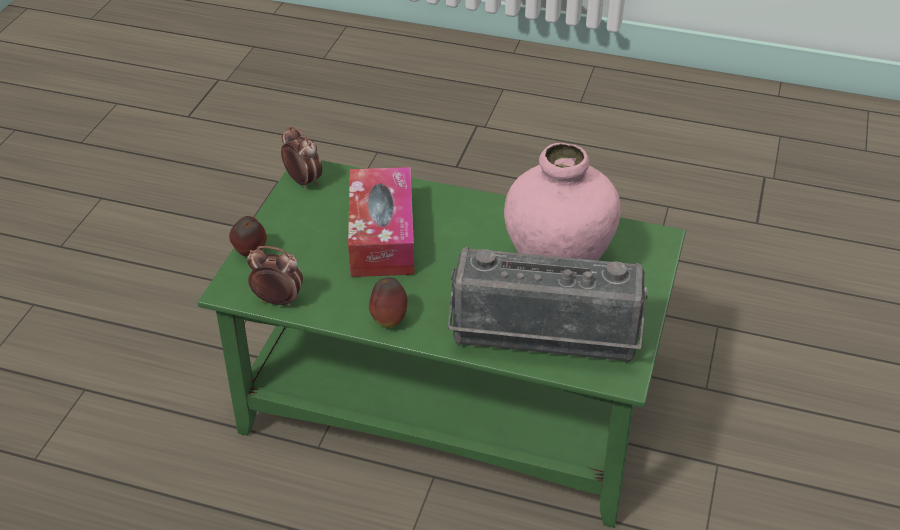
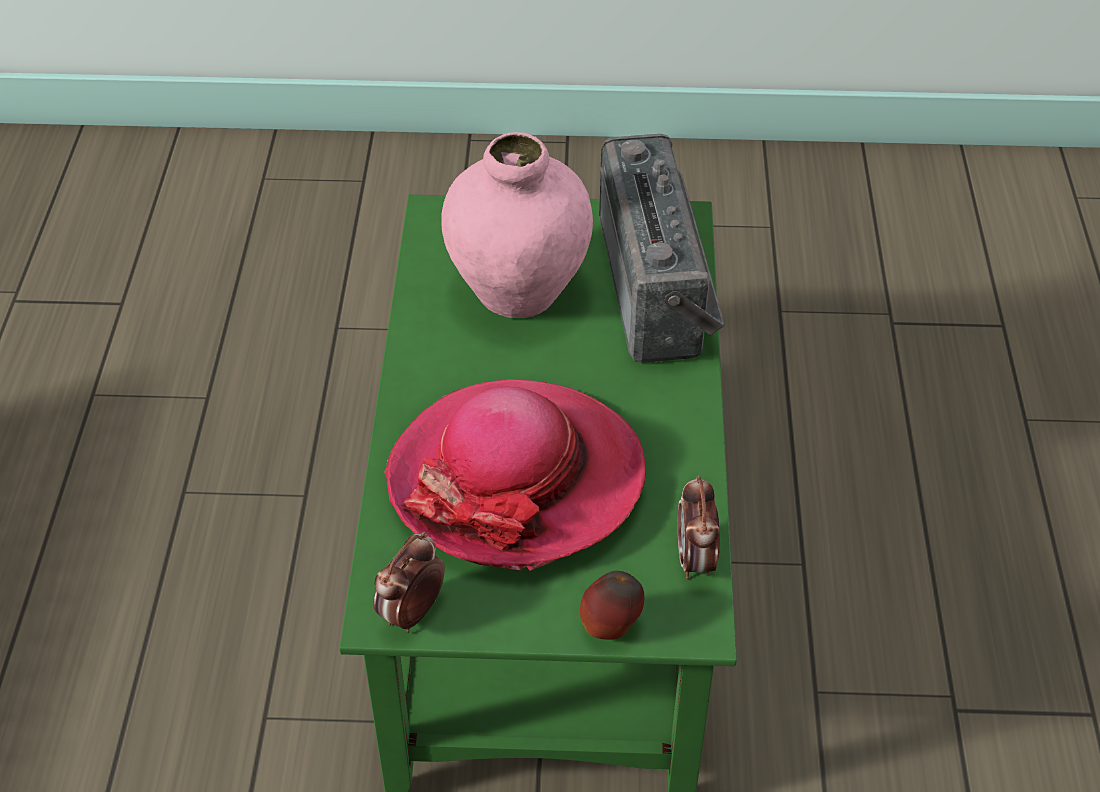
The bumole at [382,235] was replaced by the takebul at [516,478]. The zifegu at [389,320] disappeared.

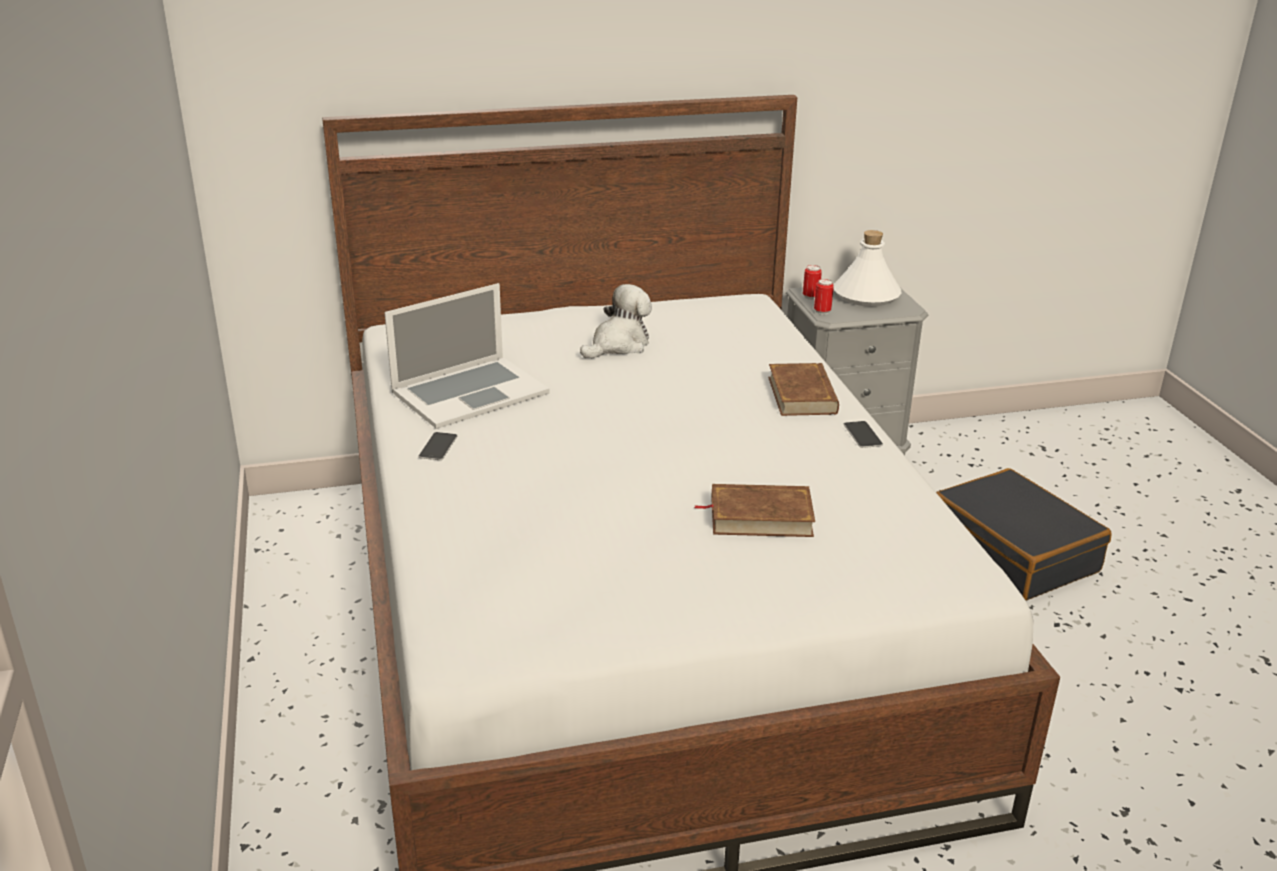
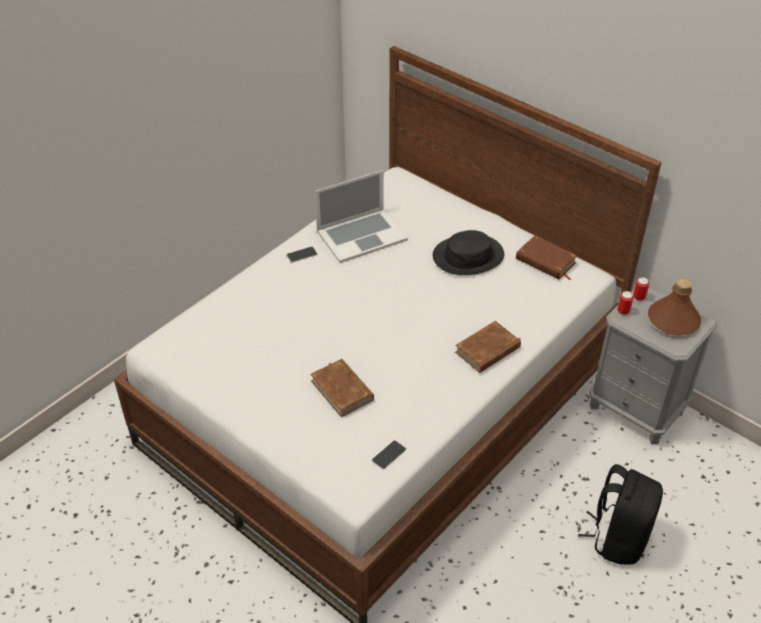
The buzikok at [469,392] turned 45 degrees counterclockwise. The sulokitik moved from [862,434] to [389,454]. The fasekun at [618,345] was replaced by the black_takebul at [468,256]. The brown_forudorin at [545,261] appeared. The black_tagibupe at [1013,552] was replaced by the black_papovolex at [618,538]. The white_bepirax at [865,296] became the brown_bepirax at [672,320].

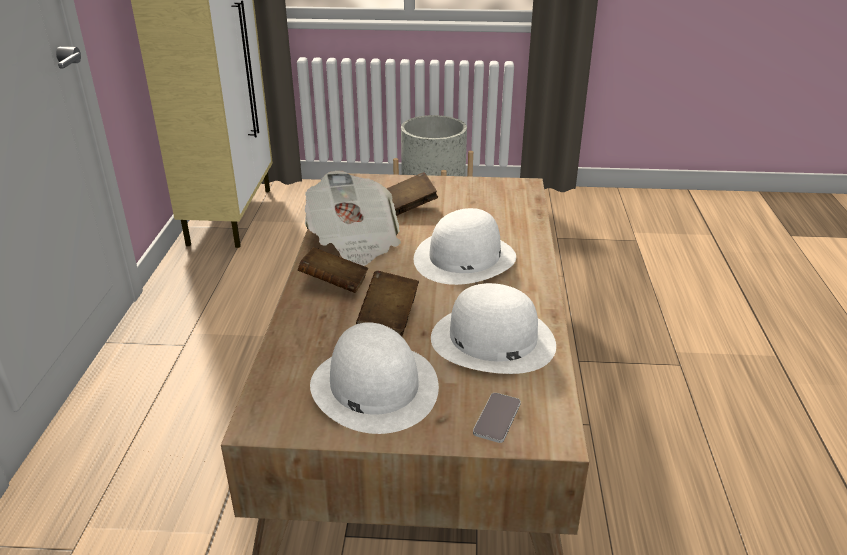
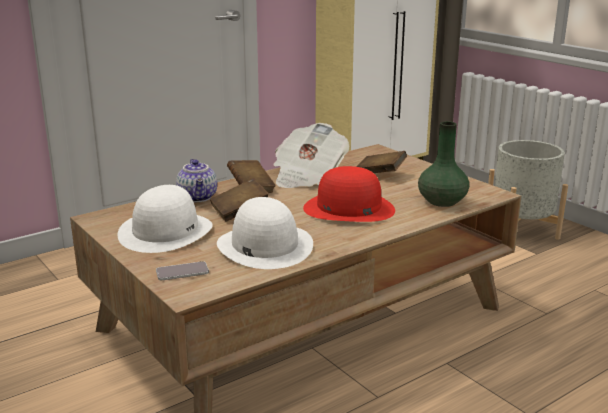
The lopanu at [198,197] appeared. The white_takebul at [464,258] became the red_takebul at [348,208]. The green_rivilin at [441,201] appeared.

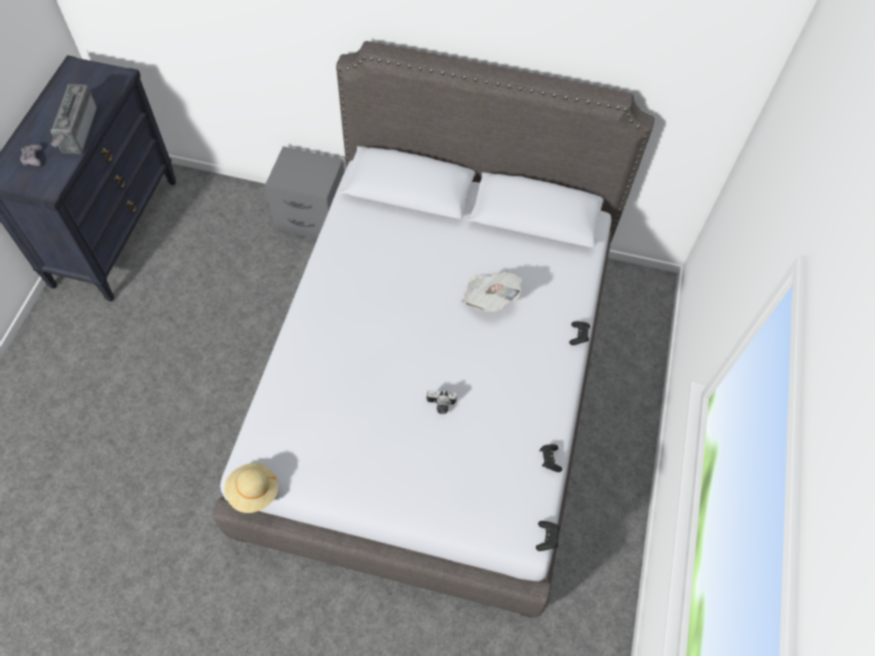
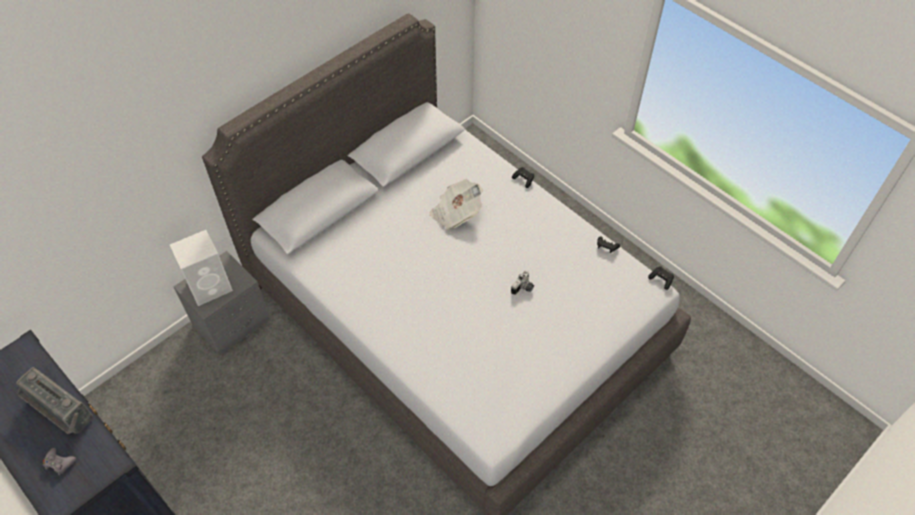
The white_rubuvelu at [211,286] appeared. The beige_takebul at [253,492] disappeared.

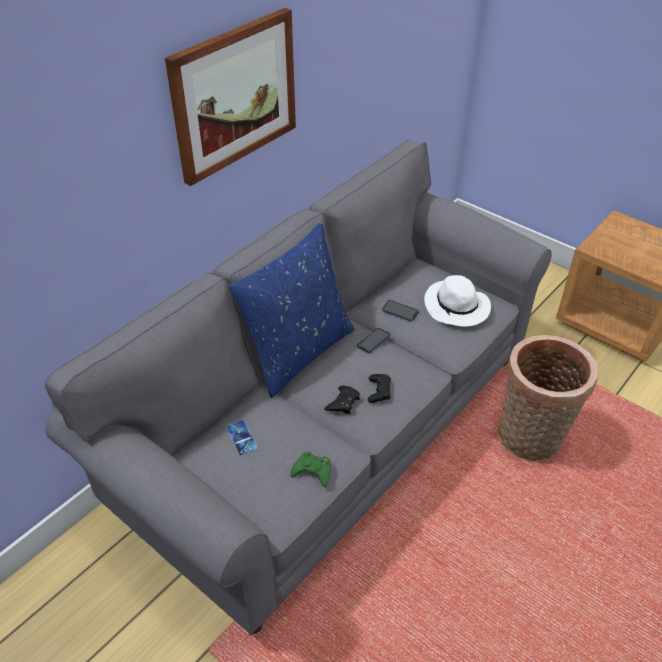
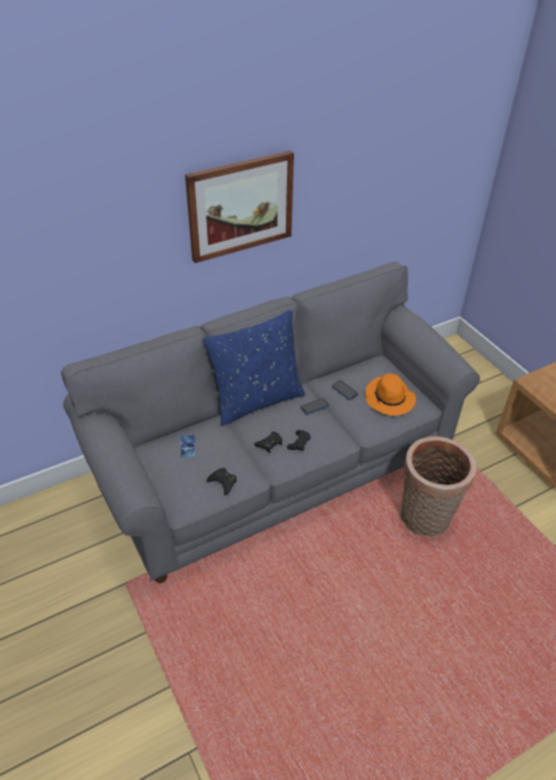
The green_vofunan at [313,471] became the black_vofunan at [223,482]. The white_takebul at [457,307] became the orange_takebul at [390,399].

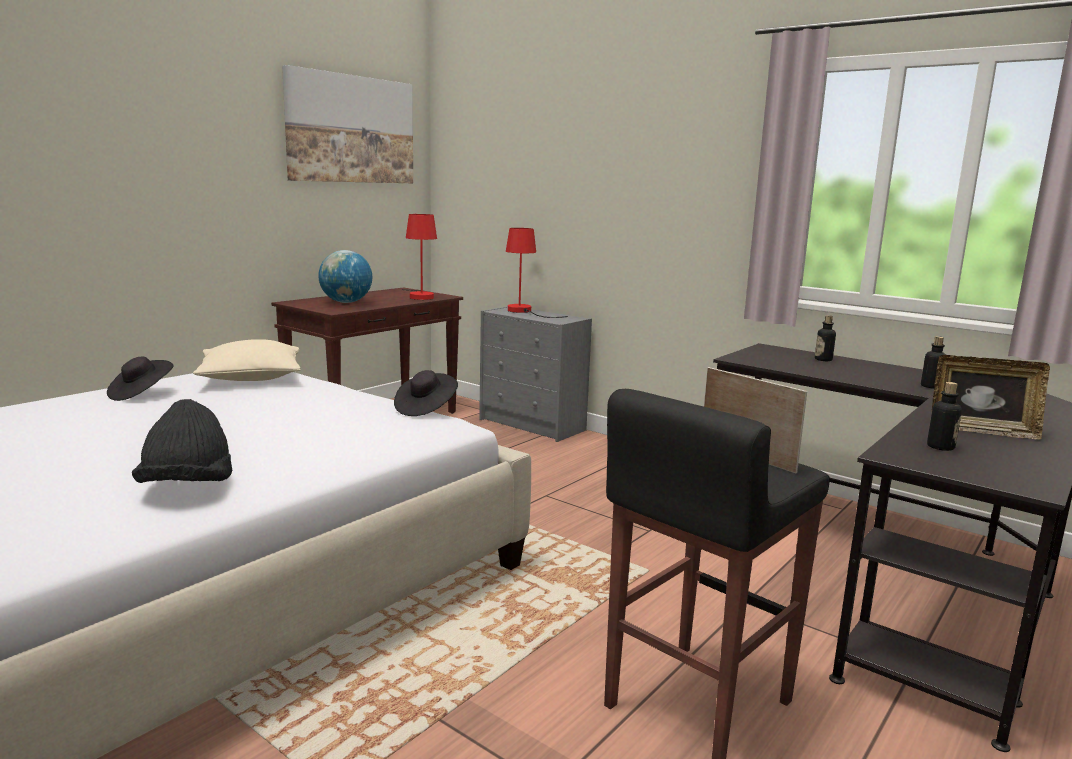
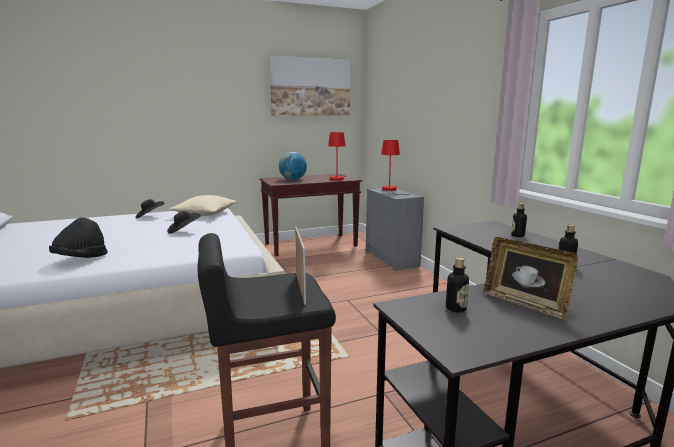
The black_takebul moved from [425,408] to [183,231].

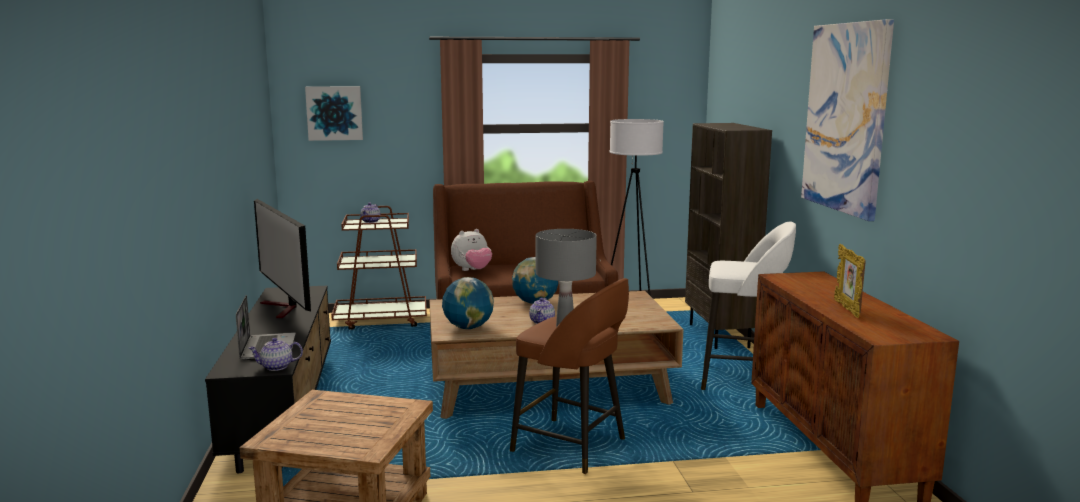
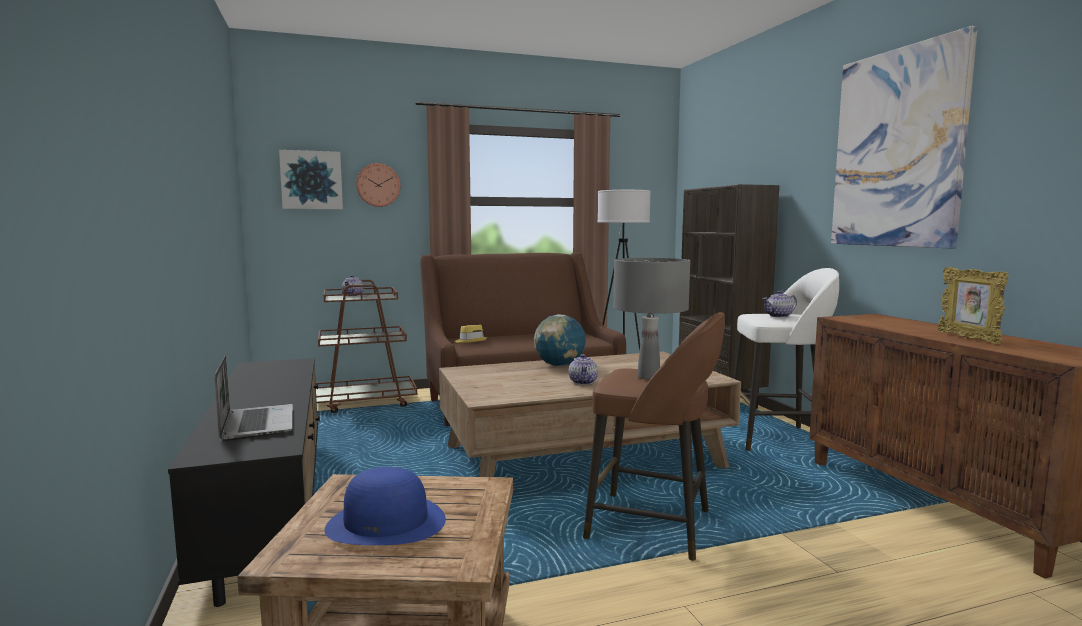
The blue_takebul at [386,522] appeared. The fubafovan at [378,185] appeared. The fasekun at [472,270] was replaced by the yellow_takebul at [470,341]. The lopanu moved from [276,367] to [778,316]. The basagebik at [284,309] disappeared. The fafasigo at [468,327] disappeared.

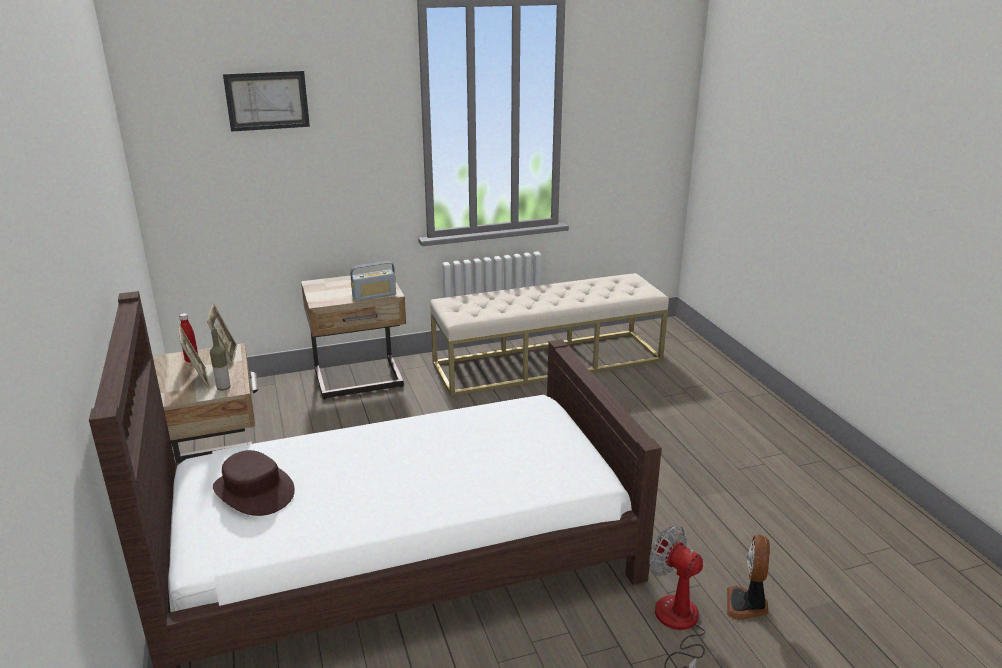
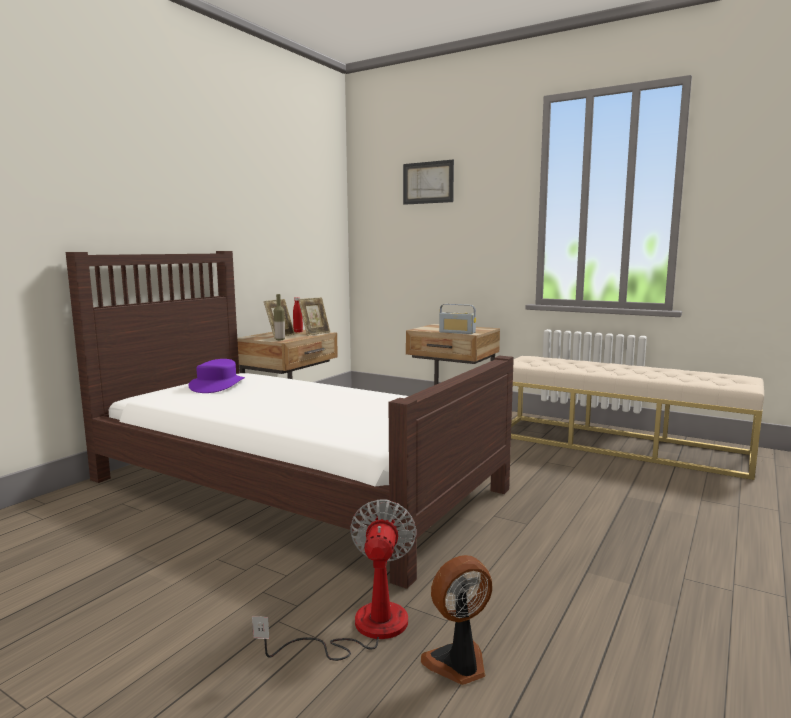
The brown_takebul at [253,491] became the purple_takebul at [217,385].

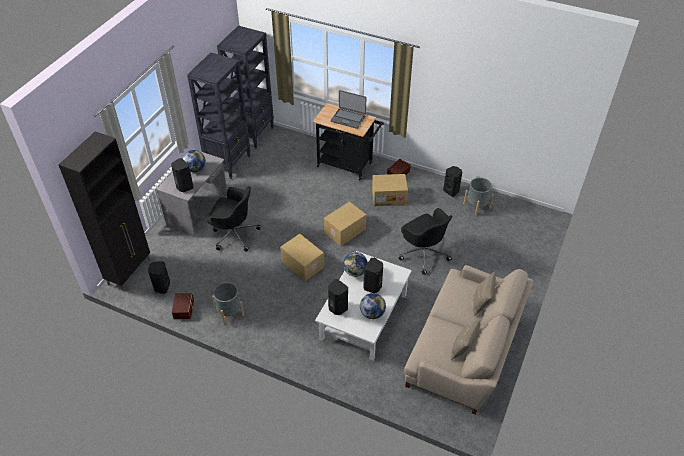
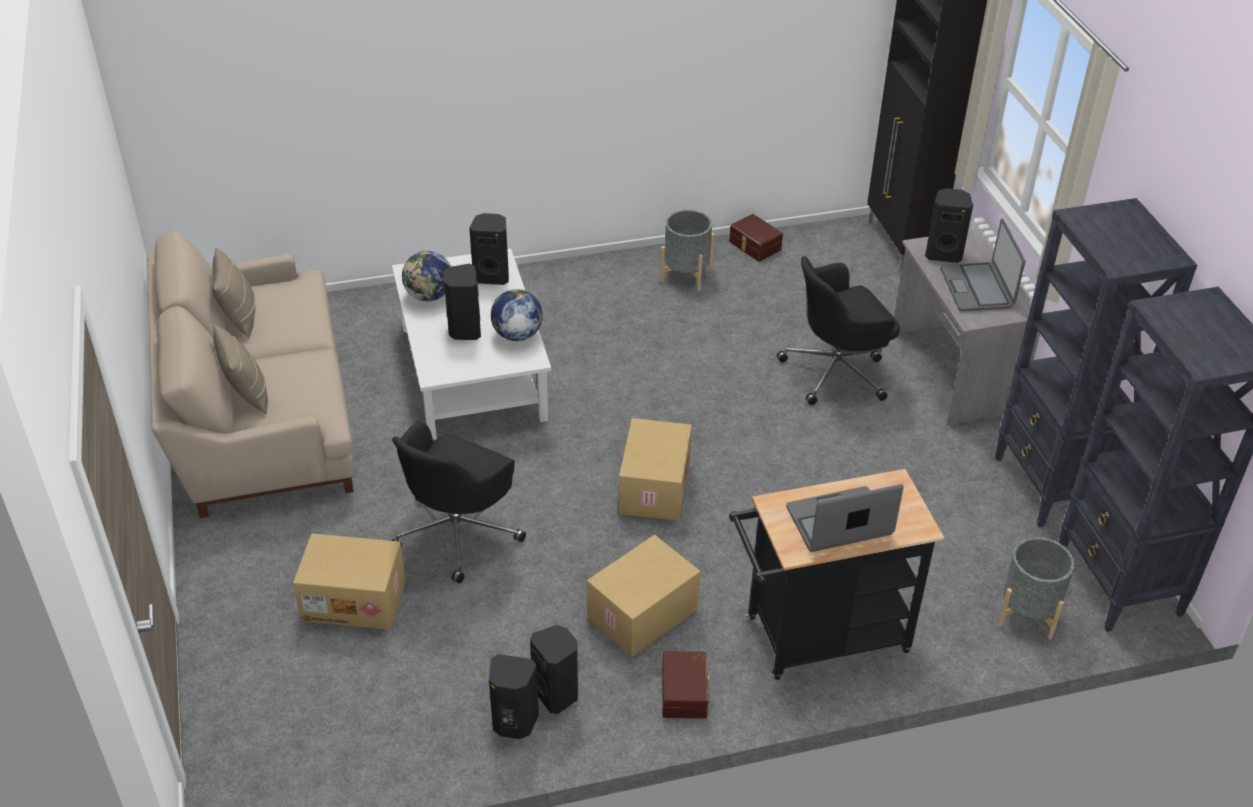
The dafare moved from [302,264] to [355,599]. The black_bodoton at [423,253] turned 75 degrees counterclockwise. The black_rubuvelu moved from [161,287] to [557,694]. The fafasigo at [195,169] was replaced by the buzikok at [977,288]. The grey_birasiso moved from [476,206] to [1027,613].

